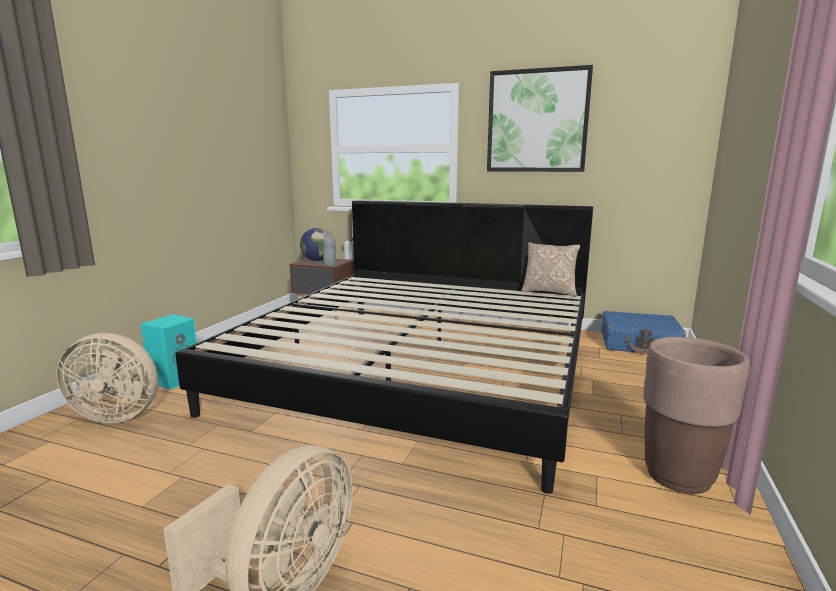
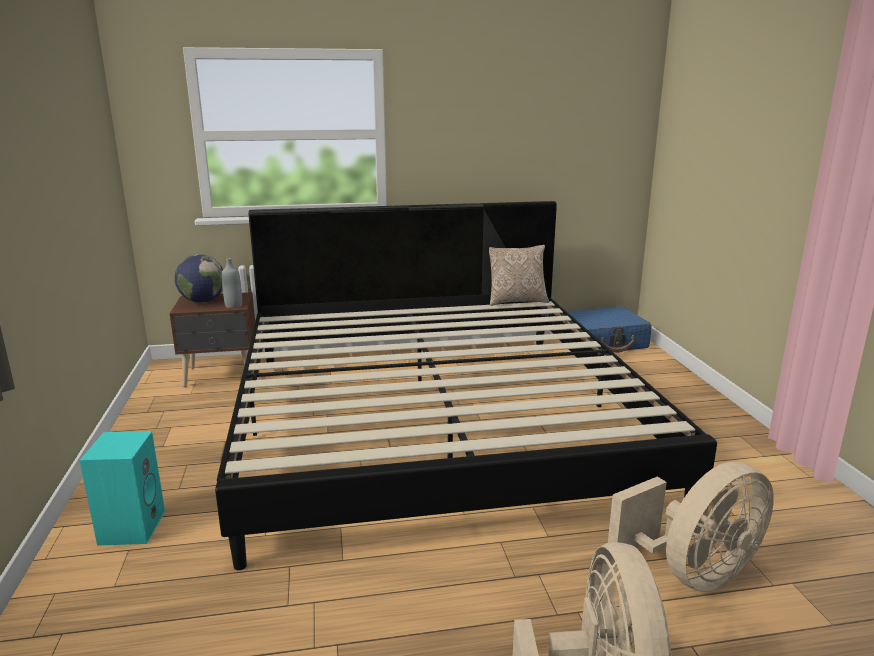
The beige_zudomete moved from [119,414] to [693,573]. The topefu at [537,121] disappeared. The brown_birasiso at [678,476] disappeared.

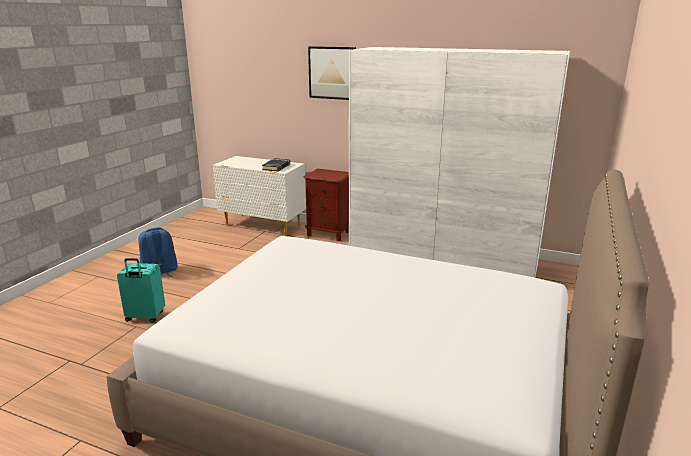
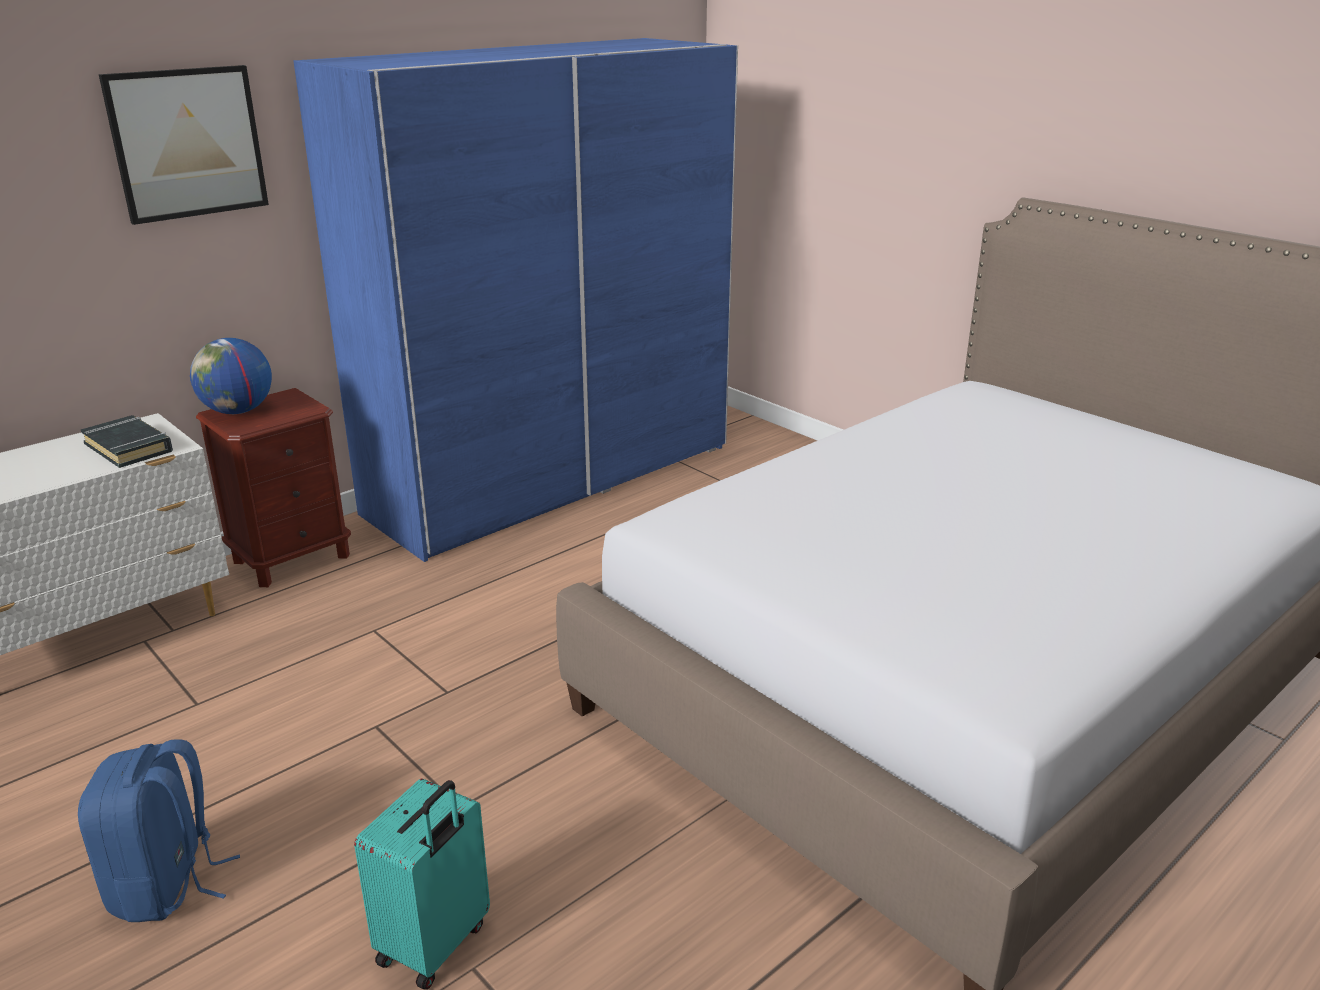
The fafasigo at [238,411] appeared. The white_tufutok at [442,257] became the blue_tufutok at [553,479].

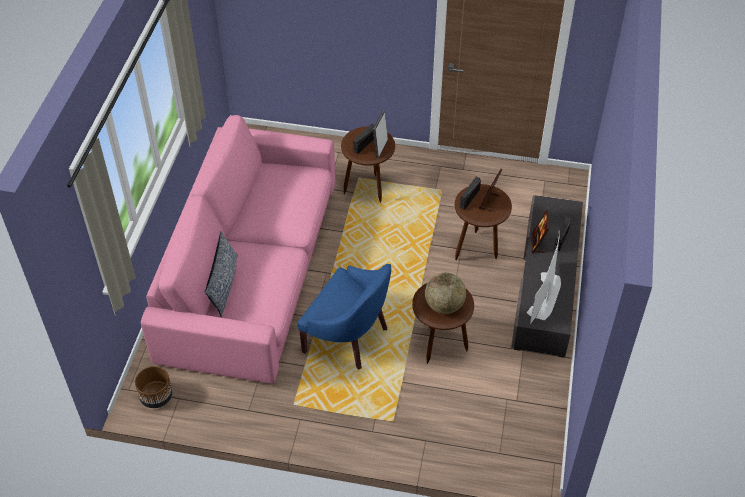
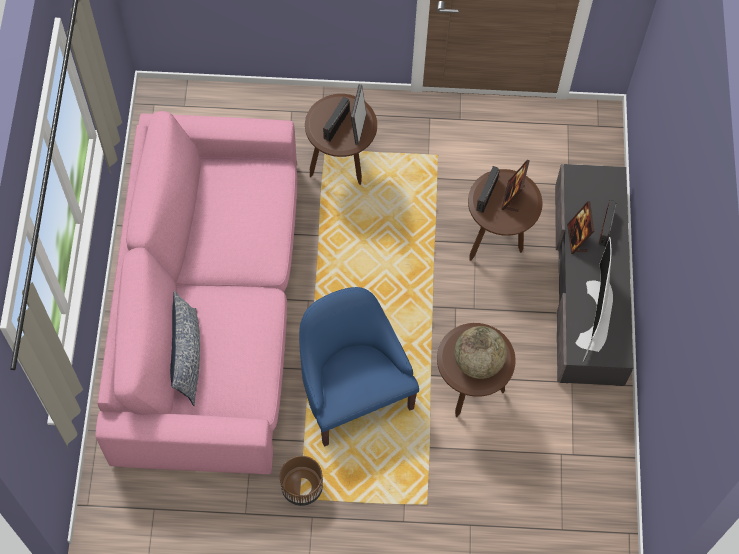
The brown_birasiso moved from [156,396] to [301,487]. The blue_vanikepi at [349,337] turned 135 degrees counterclockwise.

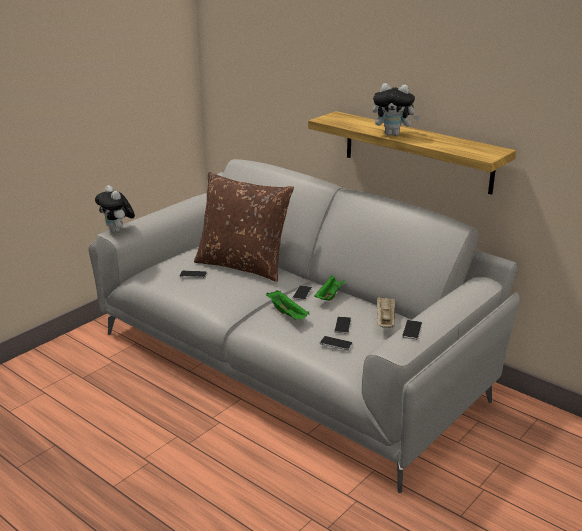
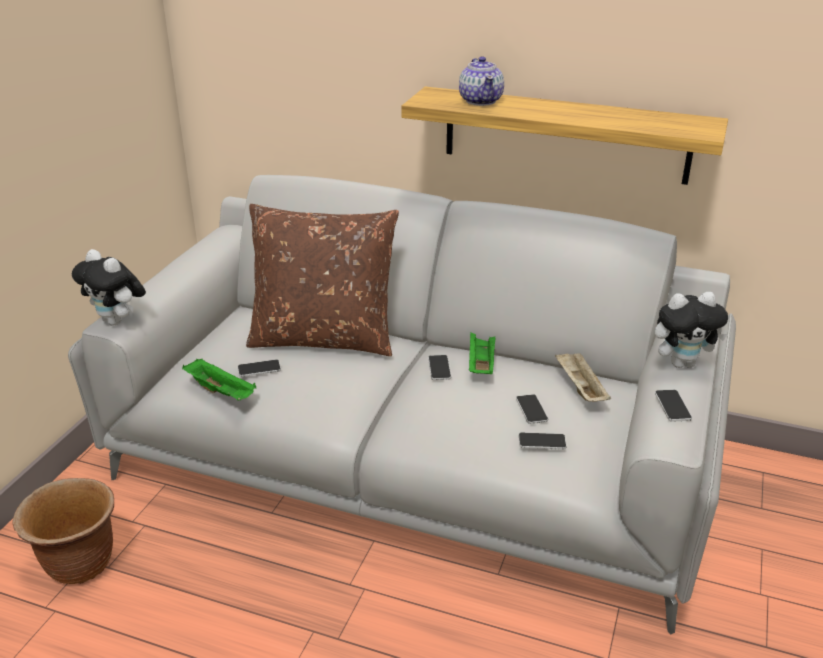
The brown_birasiso at [79,564] appeared. The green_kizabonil moved from [288,314] to [222,392]. The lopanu at [481,101] appeared. The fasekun moved from [393,134] to [682,363].

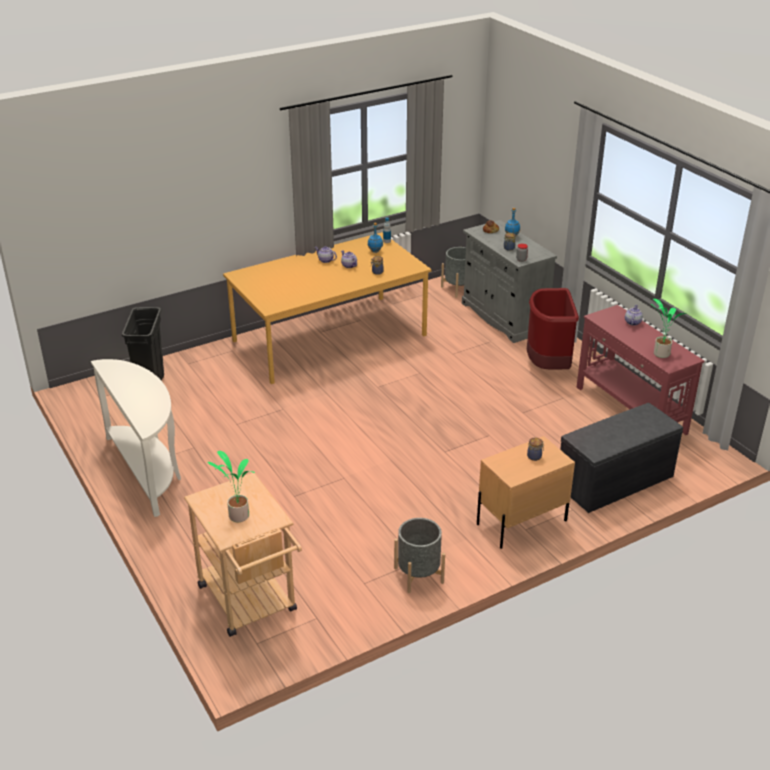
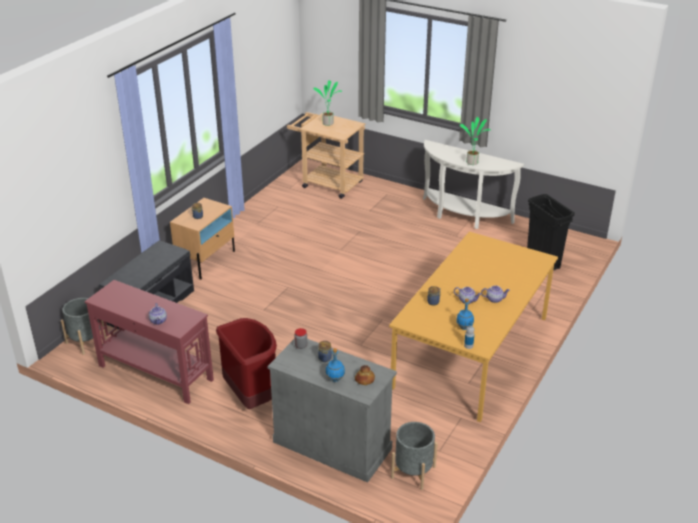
The grey_birasiso moved from [418,575] to [86,341]. The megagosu moved from [660,354] to [473,162].

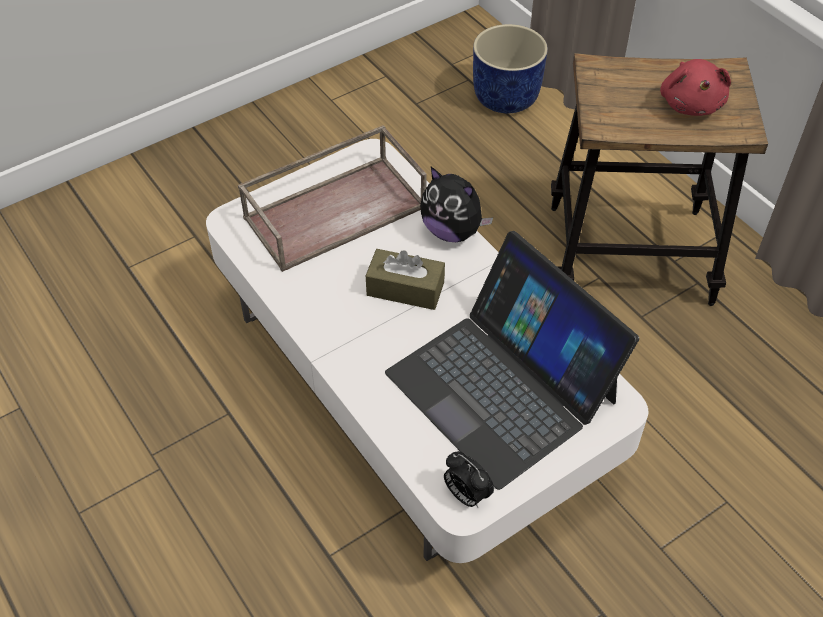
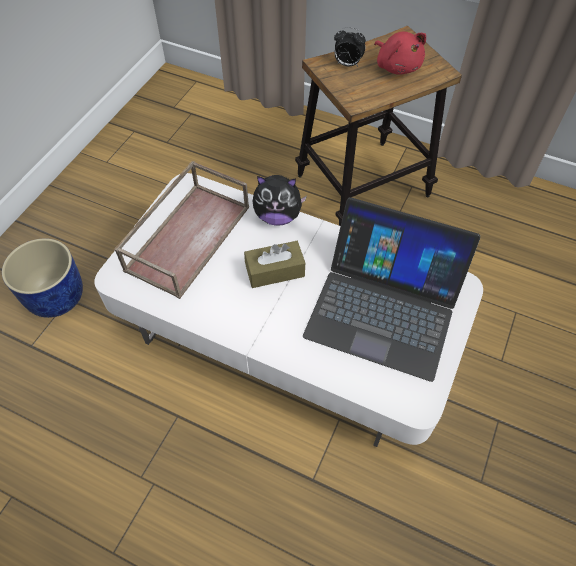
The blue_birasiso moved from [506,97] to [57,296]. The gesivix moved from [466,495] to [347,64].

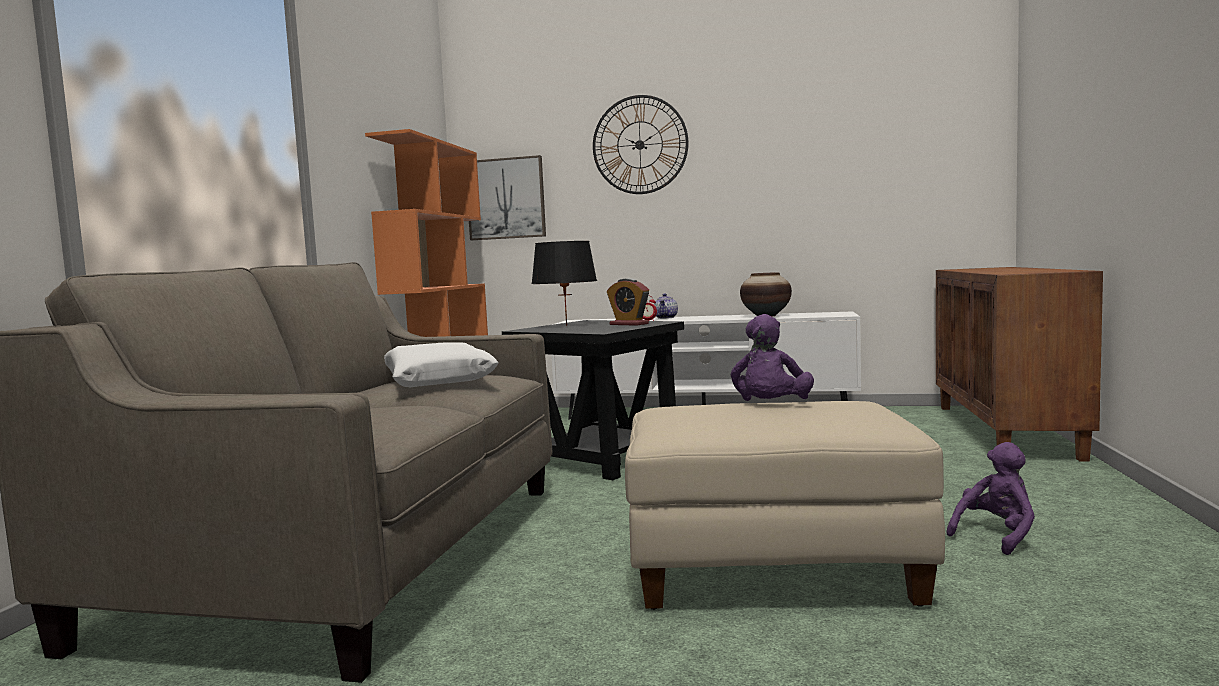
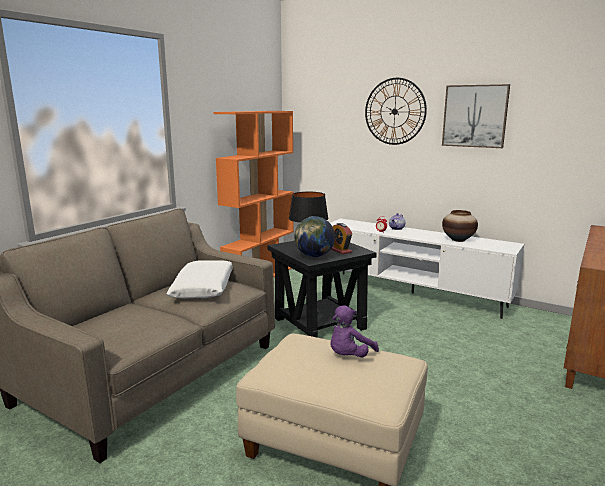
The fafasigo at [314,256] appeared. The topefu moved from [506,198] to [475,116]. The purple_fasekun at [996,536] disappeared.

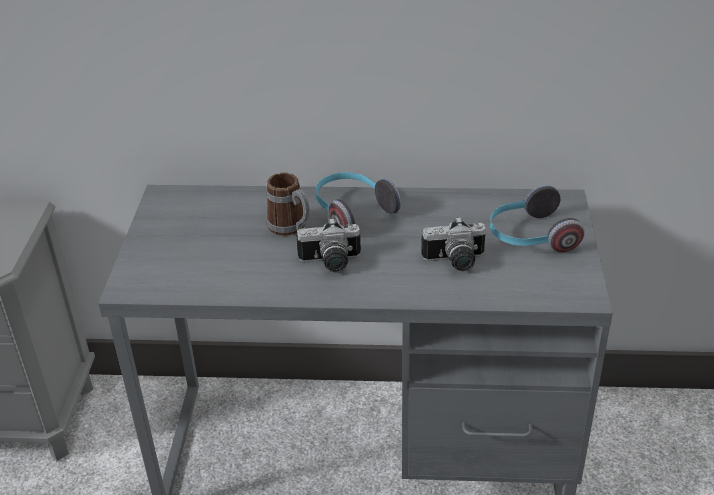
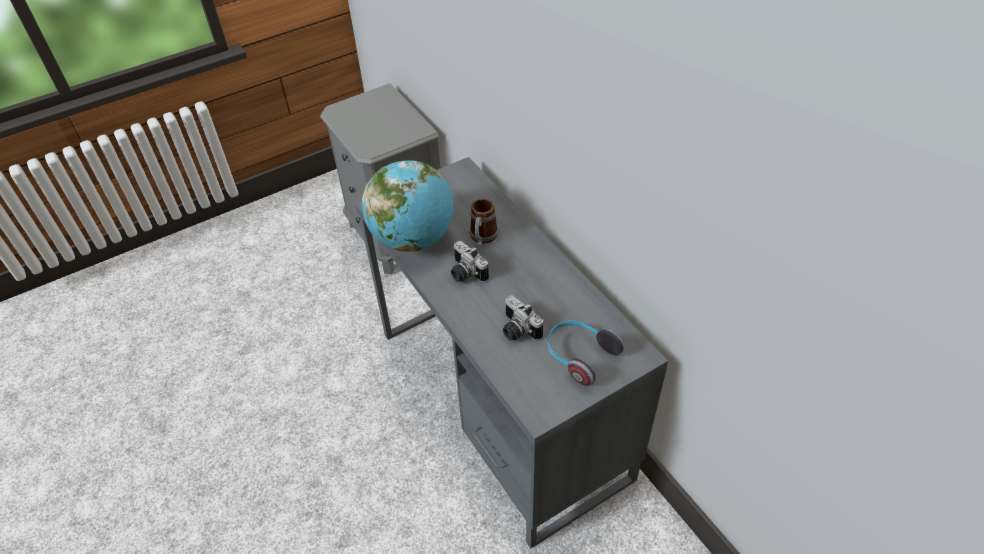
The fafasigo at [413,239] appeared. The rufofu at [352,211] disappeared.

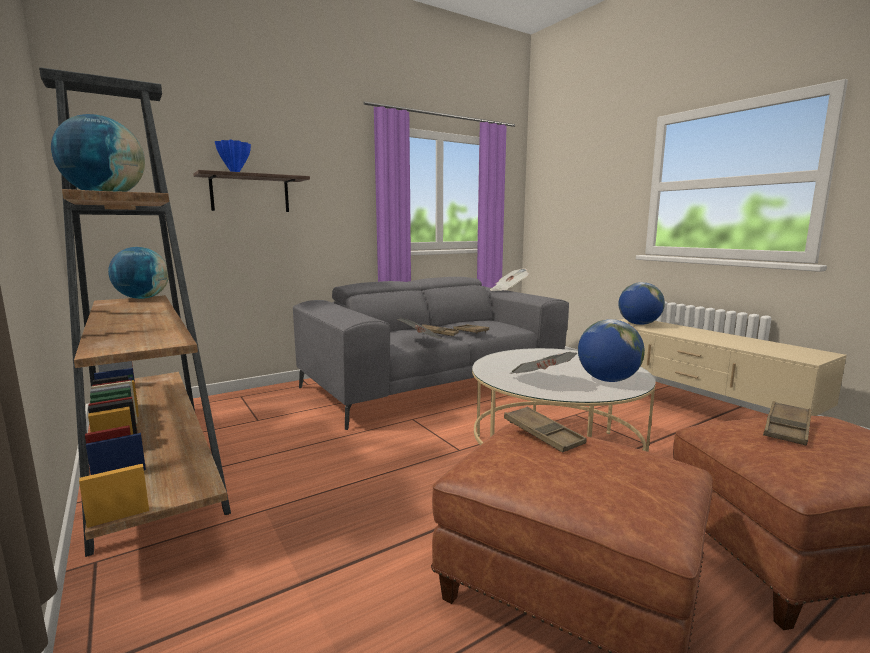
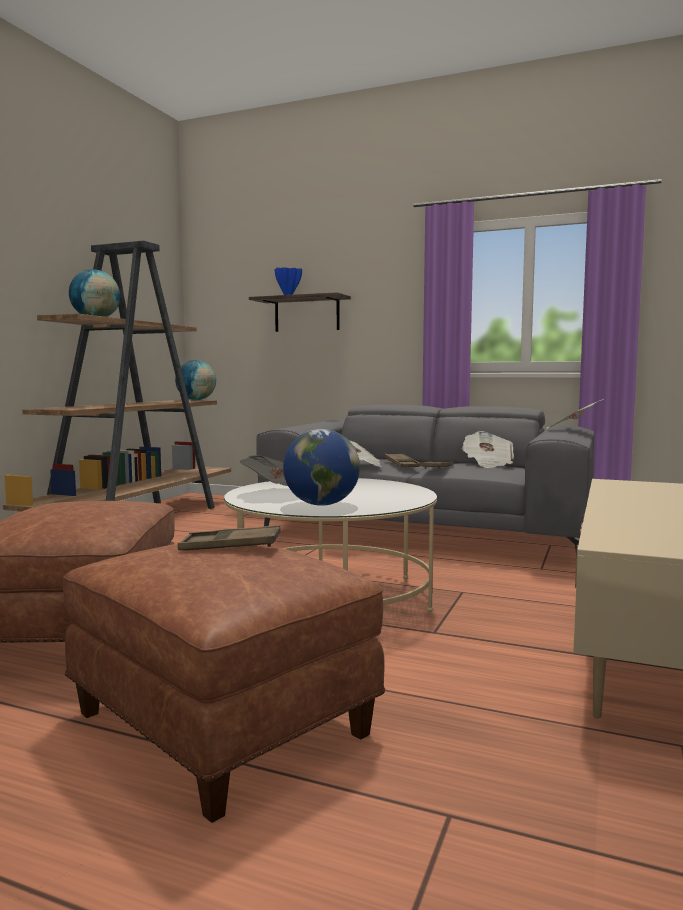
The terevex at [487,464] appeared. The brown_kizabonil at [543,434] disappeared. The fafasigo at [639,324] disappeared.

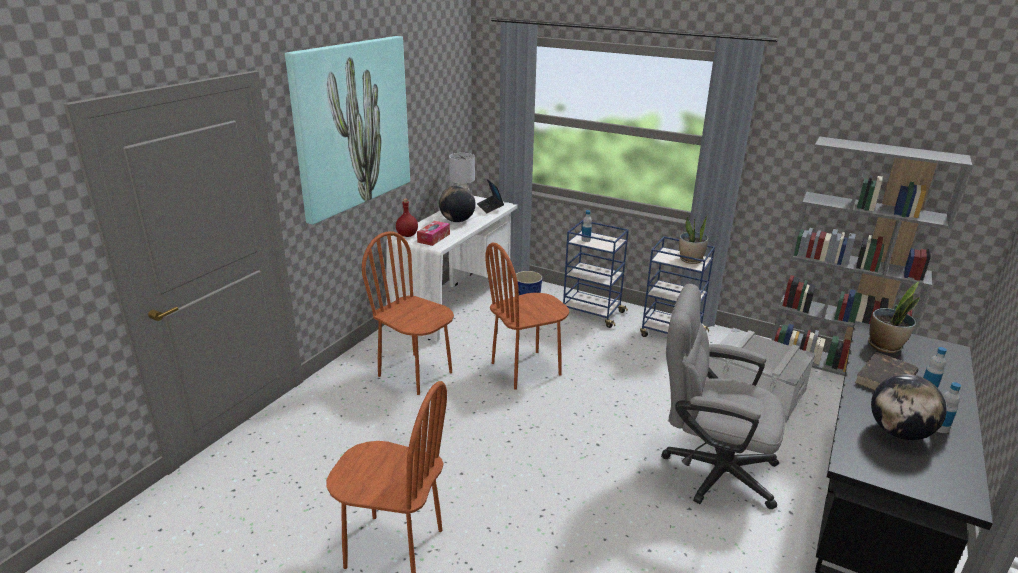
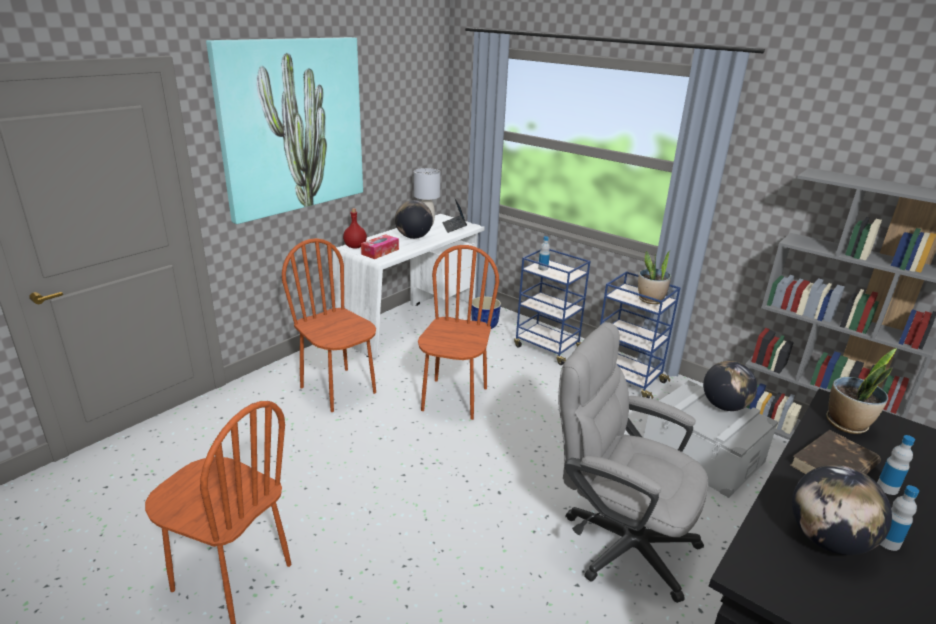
The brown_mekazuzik at [526,369] turned 120 degrees clockwise. The fafasigo at [724,406] appeared.

